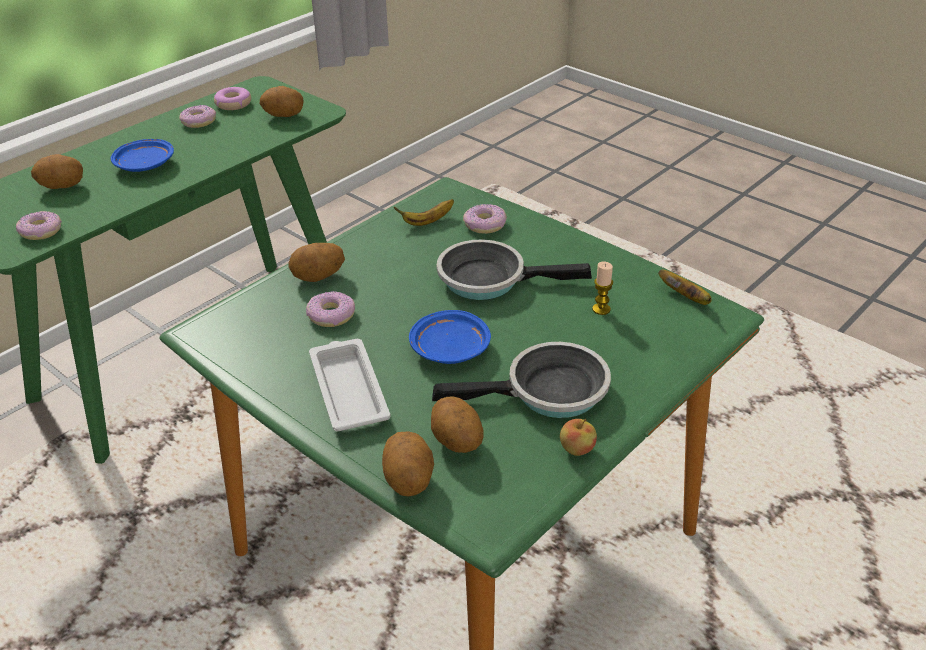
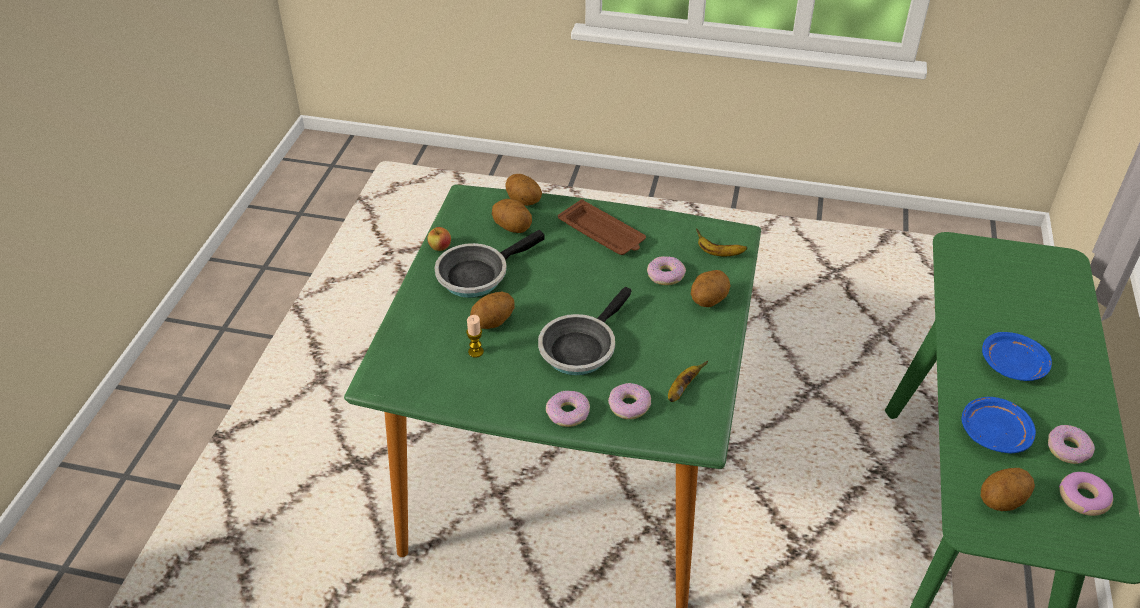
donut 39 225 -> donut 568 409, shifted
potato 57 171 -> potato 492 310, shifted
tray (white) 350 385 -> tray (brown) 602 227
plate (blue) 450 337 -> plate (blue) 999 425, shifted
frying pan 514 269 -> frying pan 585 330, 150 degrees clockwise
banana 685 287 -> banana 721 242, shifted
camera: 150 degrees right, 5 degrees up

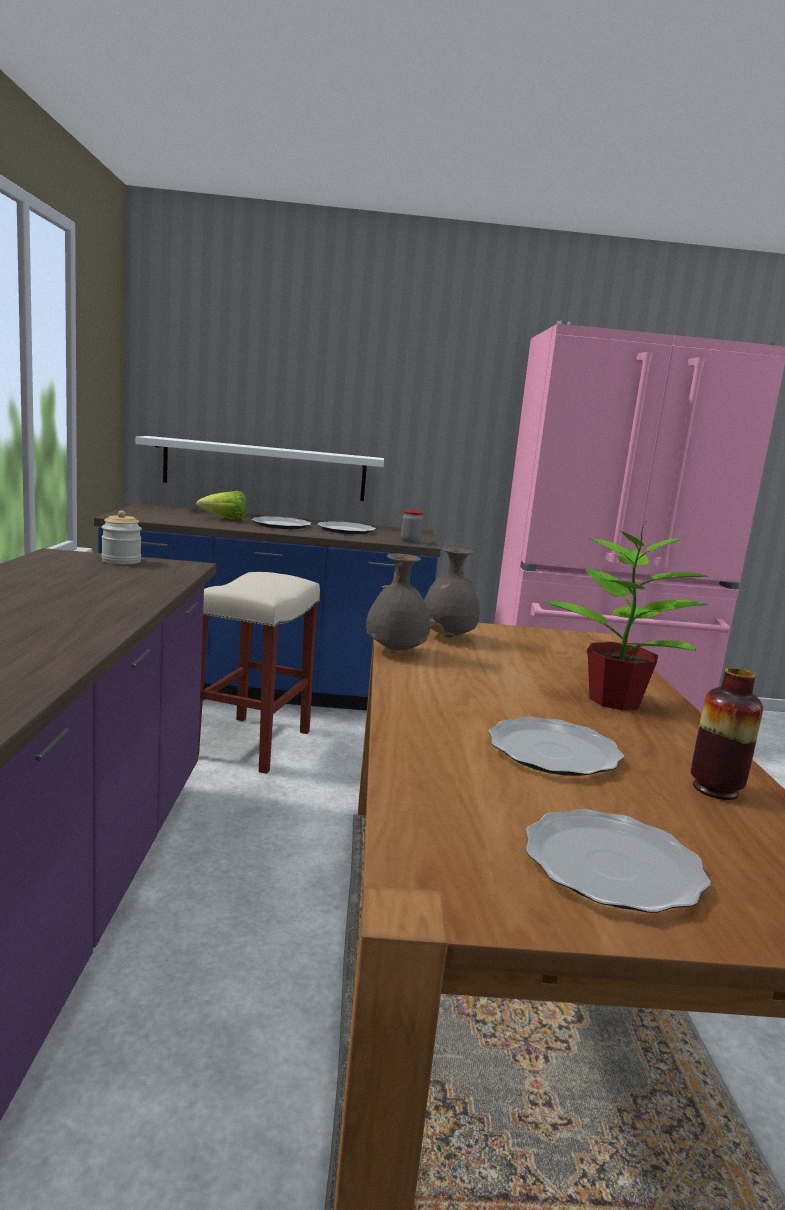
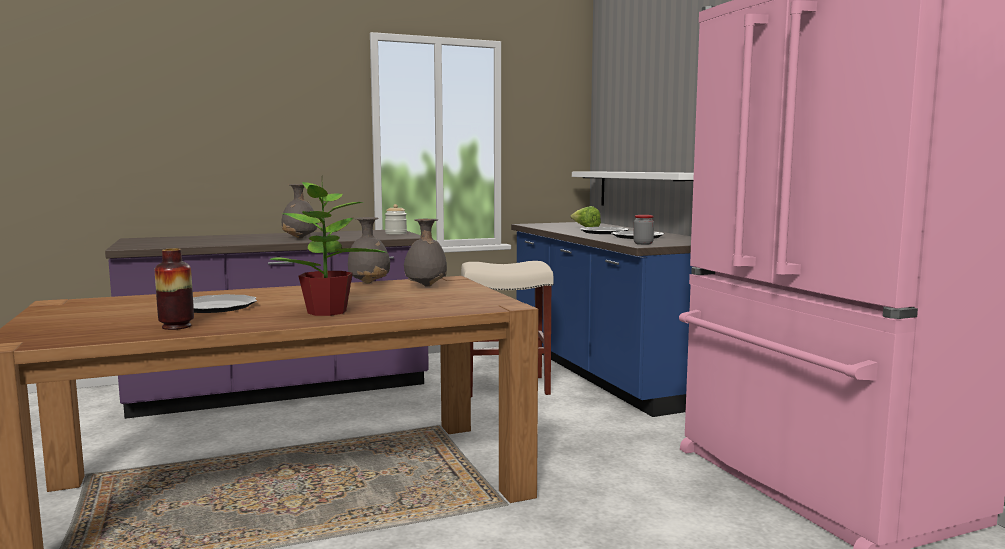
plate 618 861 -> none
none -> vase (grey) 299 211
camera: 70 degrees right, 5 degrees down

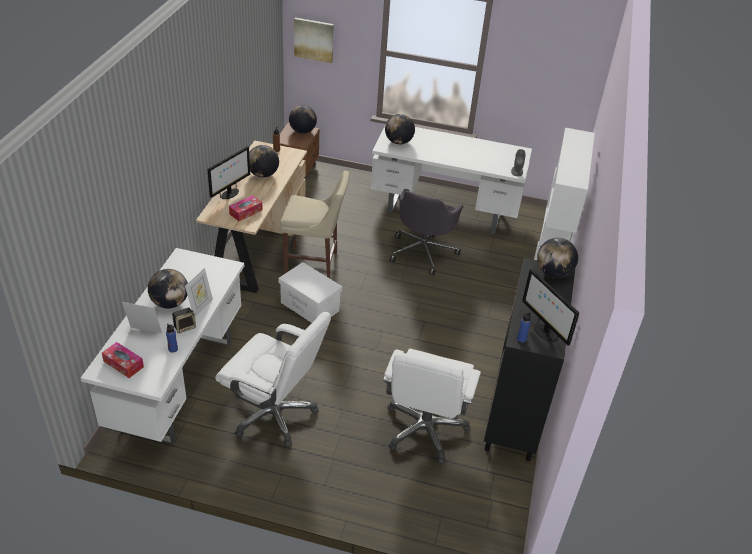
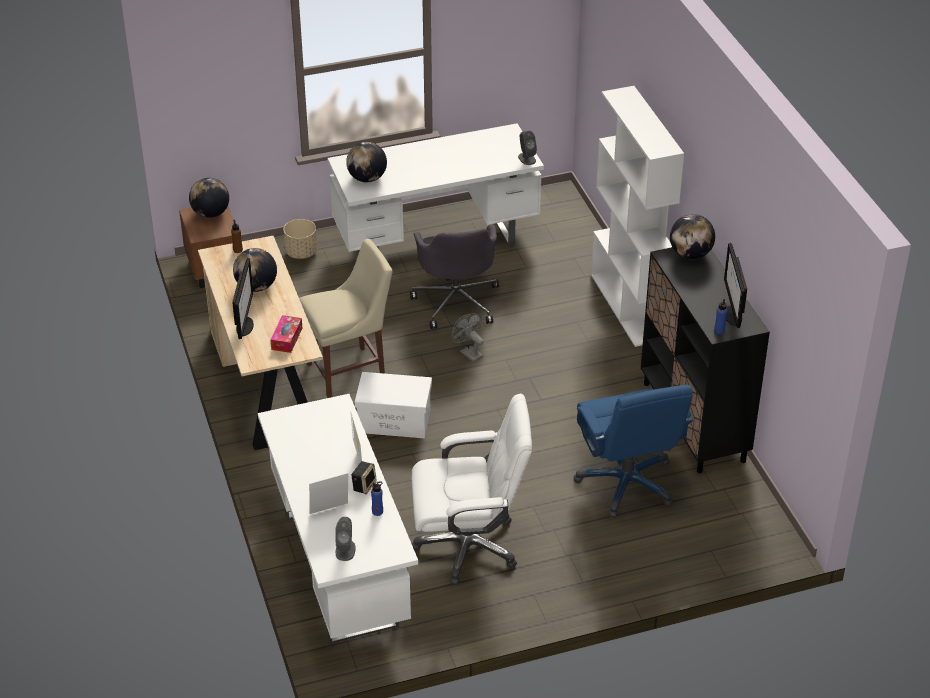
tissue box 123 360 -> speaker (grey) 346 539
globe 168 289 -> none
picture 314 40 -> none
office chair (white) 432 406 -> office chair (blue) 633 451
monitor 550 307 -> monitor 735 285, 60 degrees clockwise
none -> planter (beige) 300 239
none -> fan (grey) 467 337
camera: 30 degrees left, 0 degrees up

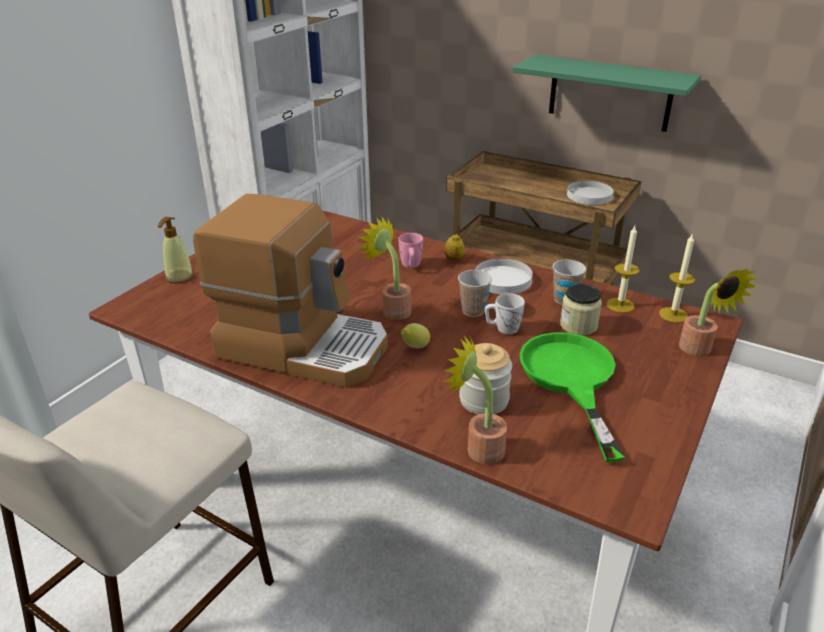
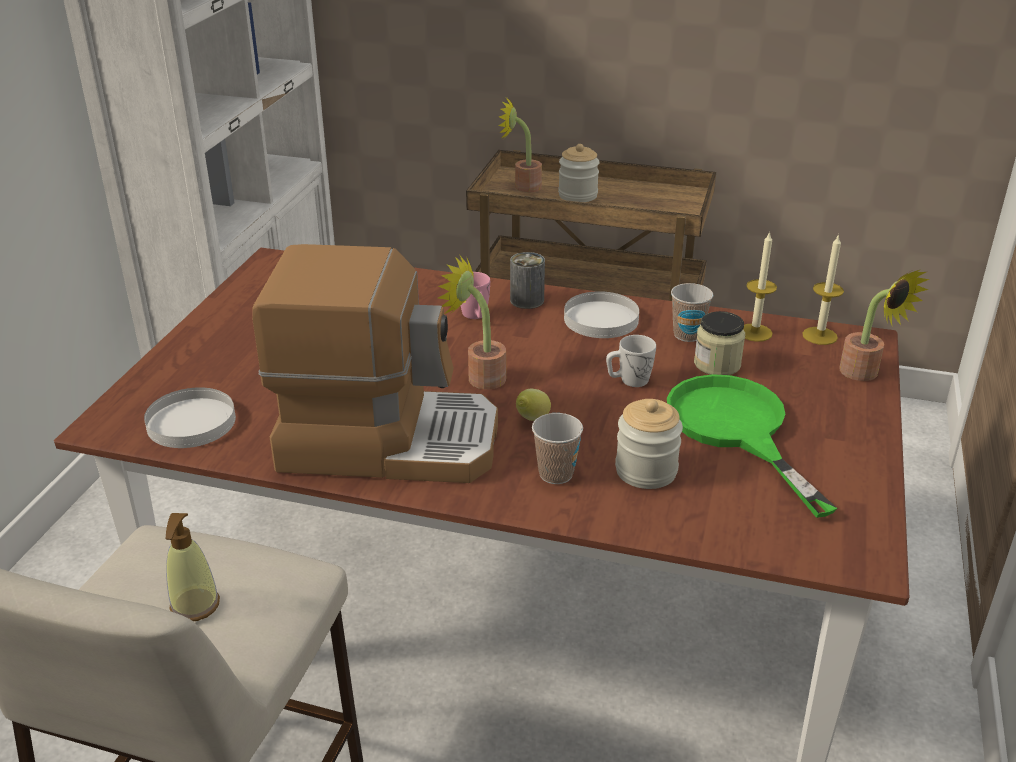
soap dispenser 176 250 -> soap dispenser 193 567, shifted
potted plant 475 400 -> potted plant 520 145, shifted
lemon 454 247 -> can 527 280
cup 475 293 -> cup 557 448, shifted
shelf (green) 606 93 -> none
plate (white) 590 193 -> plate (white) 190 417, shifted
none -> jar 578 173
camera: 15 degrees left, 0 degrees up

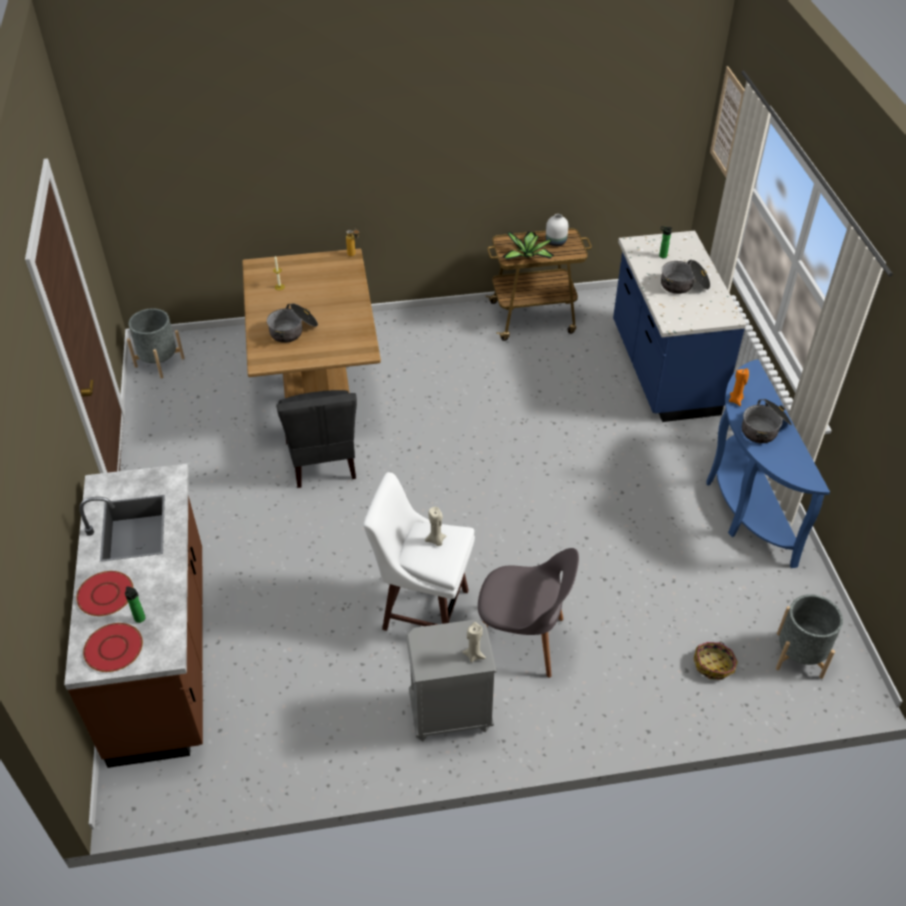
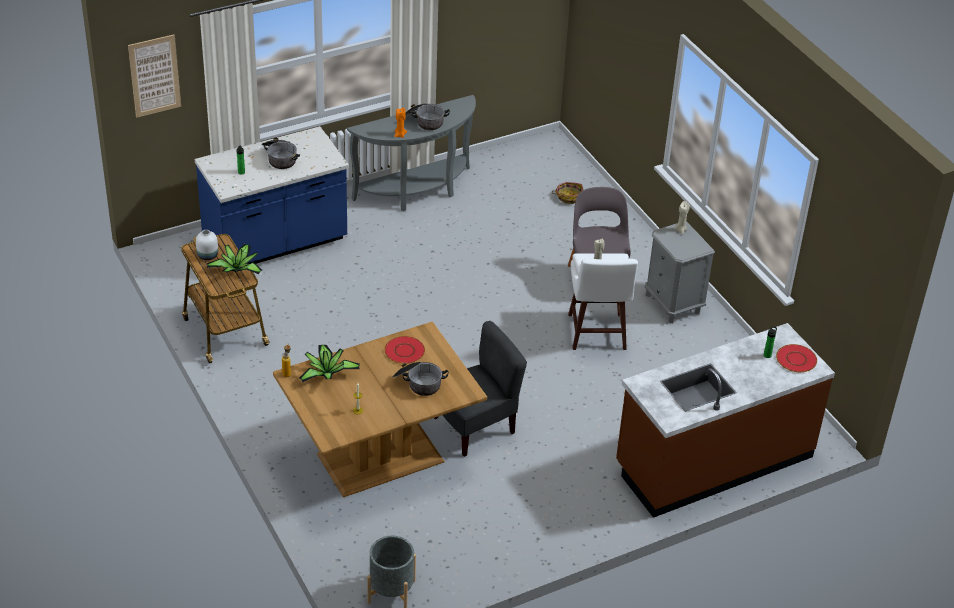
plate (red) 104 593 -> plate (red) 404 350, shifted
console table (blue) 768 463 -> console table (grey) 411 153
planter (grey) 809 636 -> none
none -> potted plant 329 363
camera: 110 degrees left, 5 degrees down

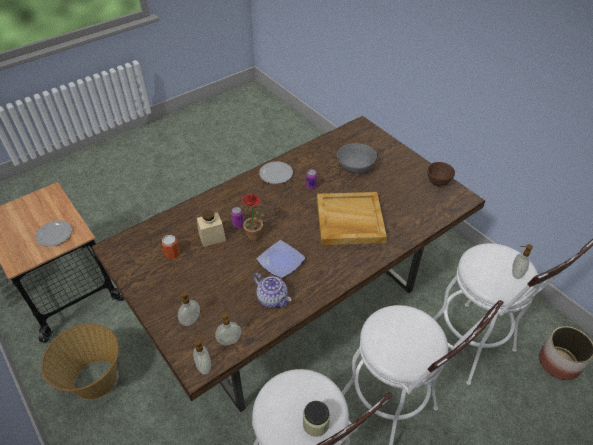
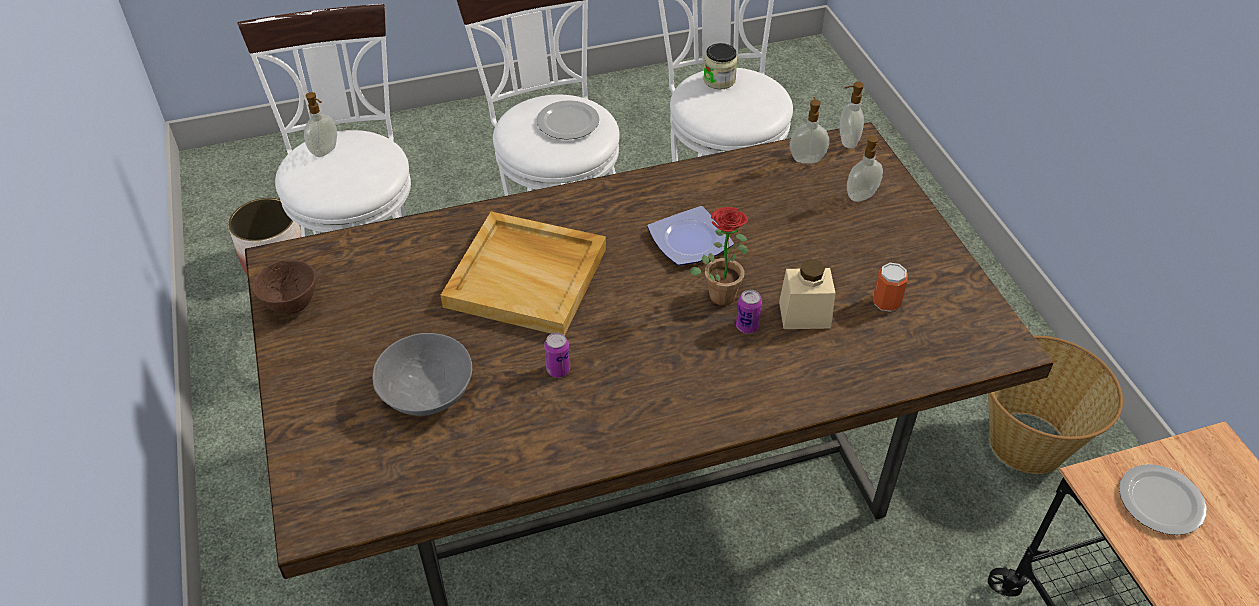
teapot 272 290 -> none
plate 276 172 -> plate 568 120, shifted
camera: 160 degrees left, 0 degrees up

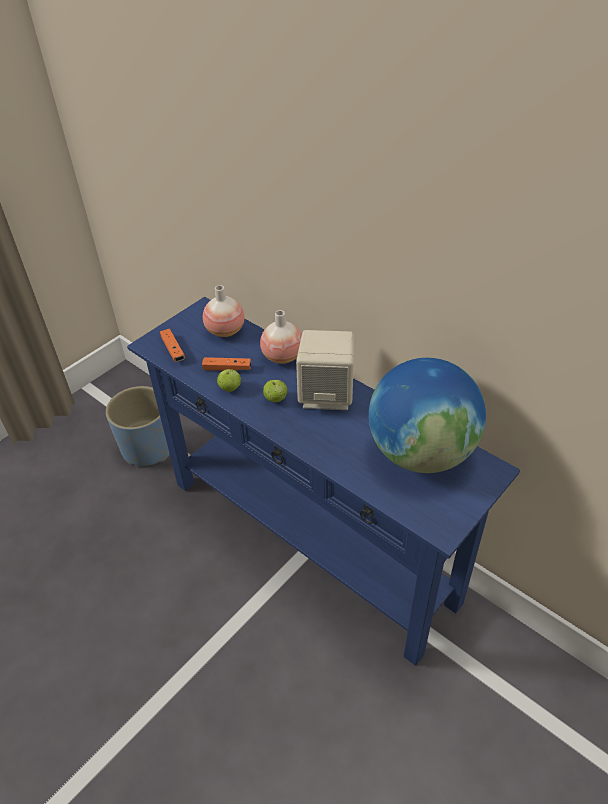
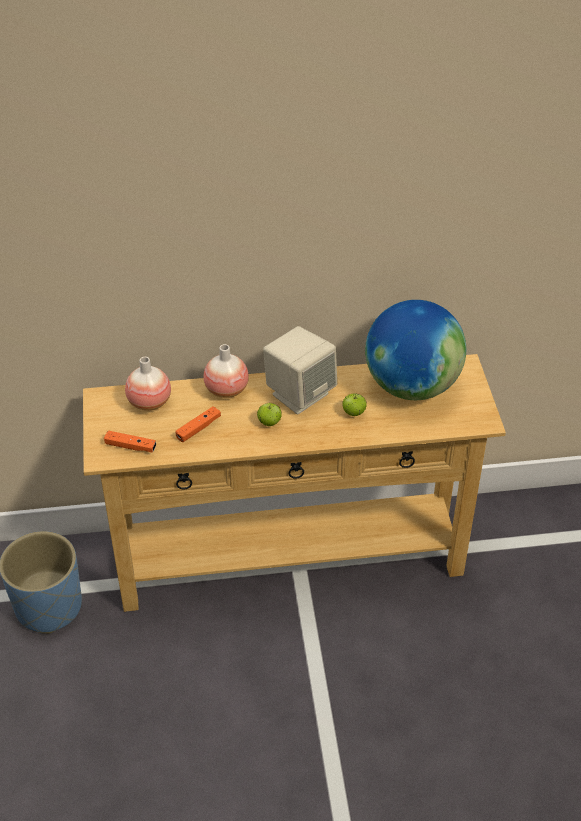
console table (blue) 323 481 -> console table (beige) 294 483
apple 229 380 -> apple 354 405, shifted
camera: 50 degrees left, 0 degrees up

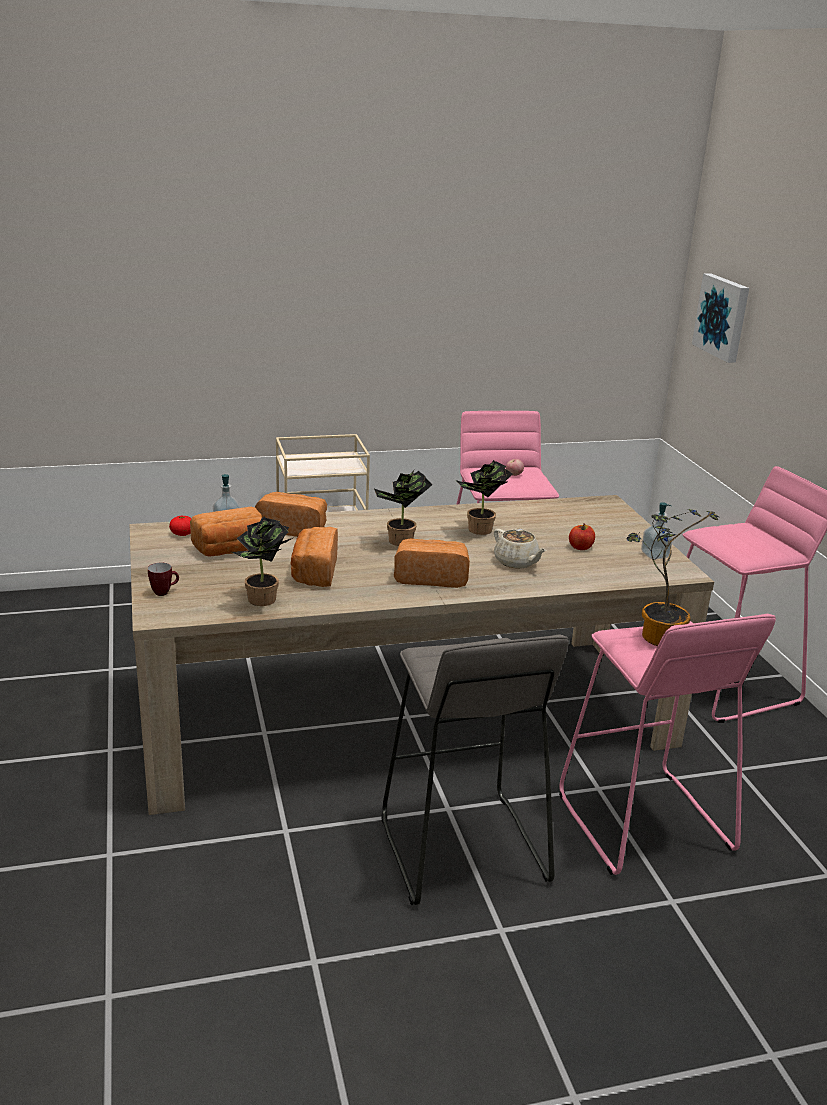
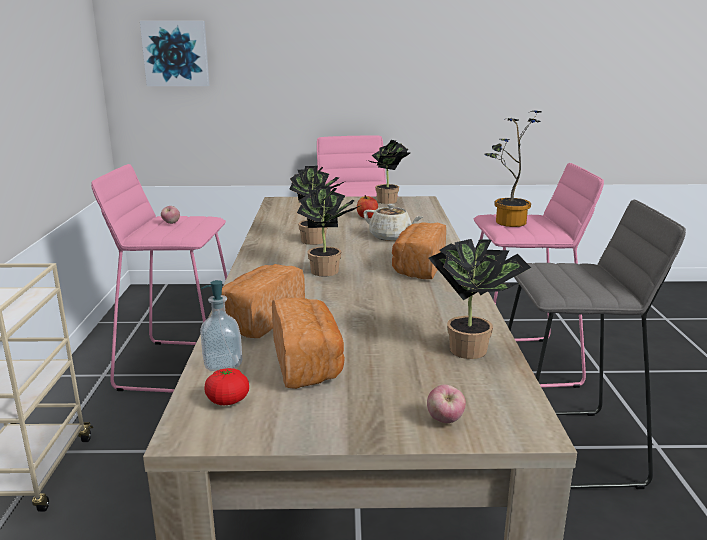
mug 163 579 -> apple 446 403
bread 314 557 -> none
teapot (beige) 520 548 -> teapot (beige) 393 222, 60 degrees clockwise
soap dispenser 657 530 -> potted plant 388 172
camera: 75 degrees left, 5 degrees down

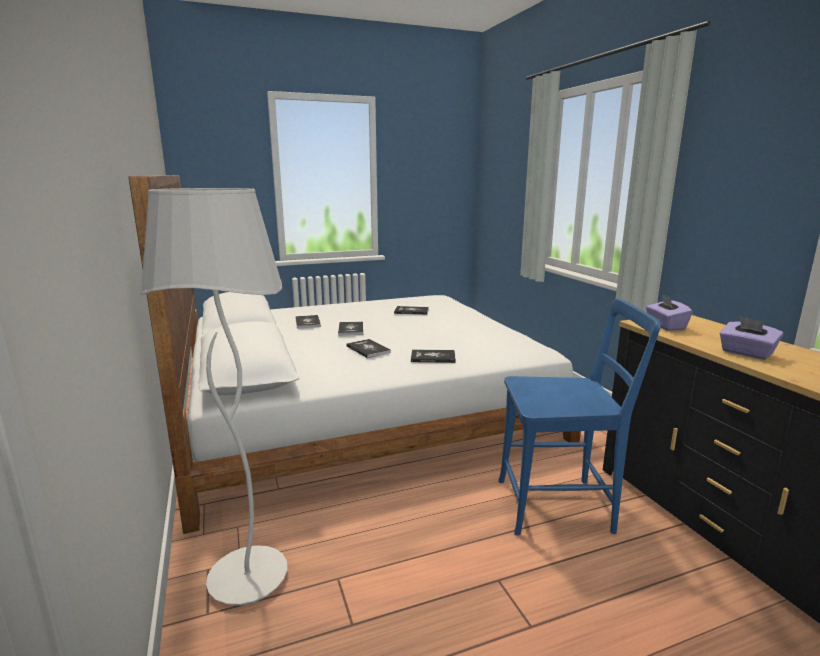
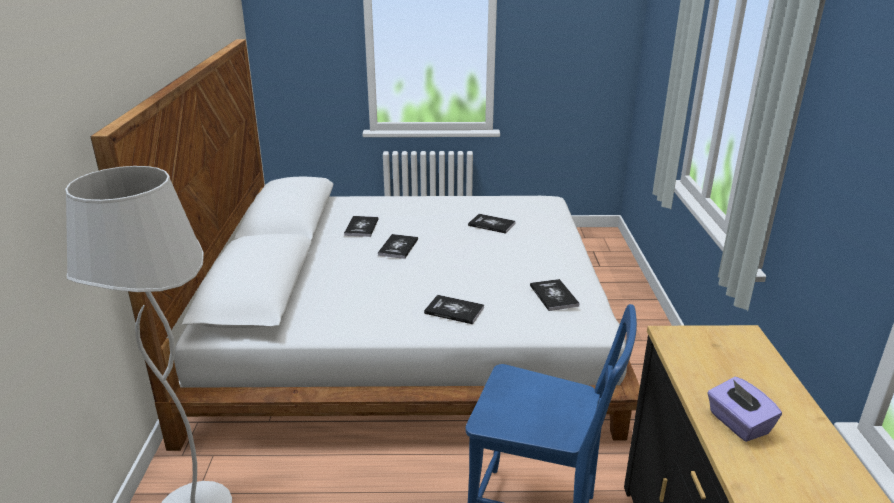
book 368 348 -> book 555 295, shifted
tissue box (purple) 669 312 -> none
camera: 20 degrees right, 10 degrees up

